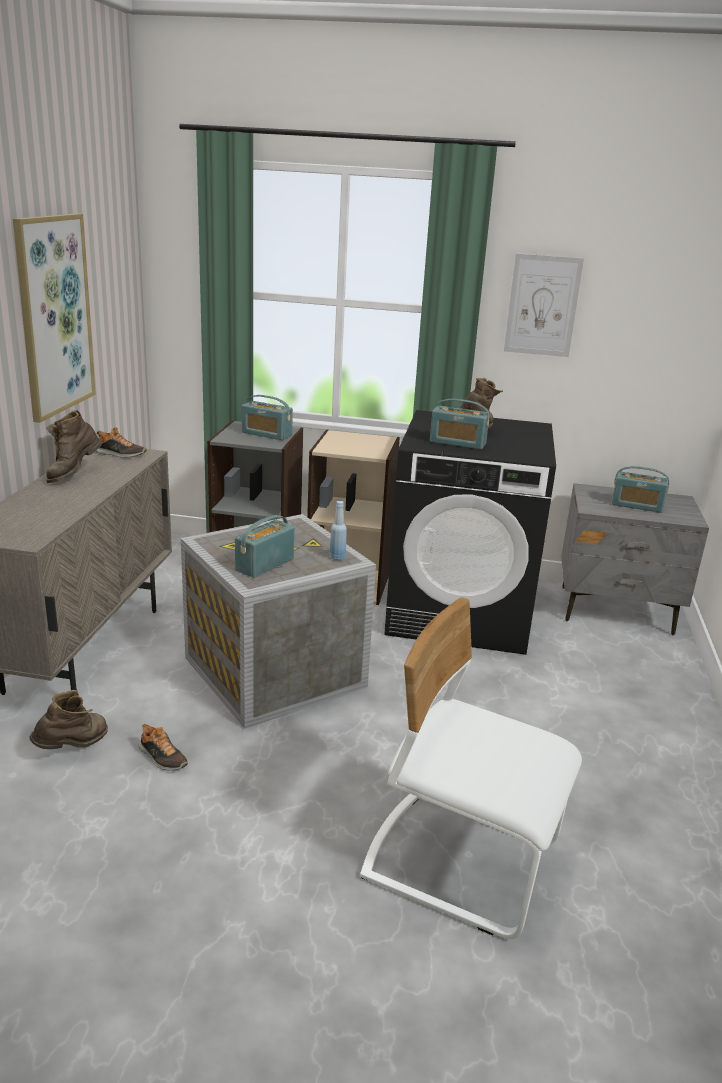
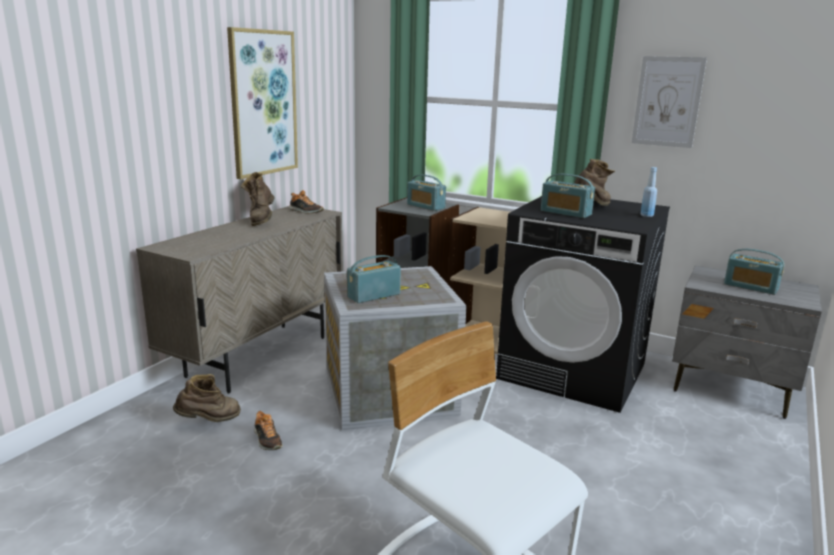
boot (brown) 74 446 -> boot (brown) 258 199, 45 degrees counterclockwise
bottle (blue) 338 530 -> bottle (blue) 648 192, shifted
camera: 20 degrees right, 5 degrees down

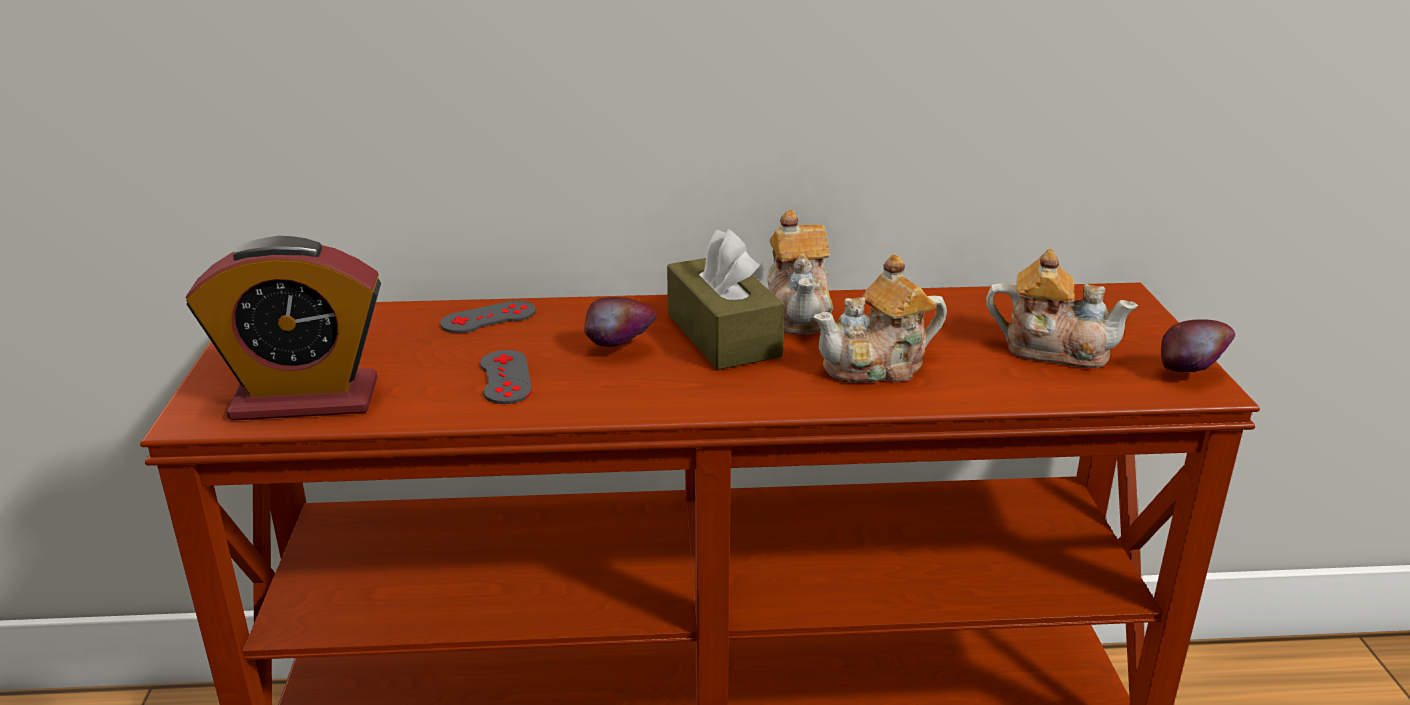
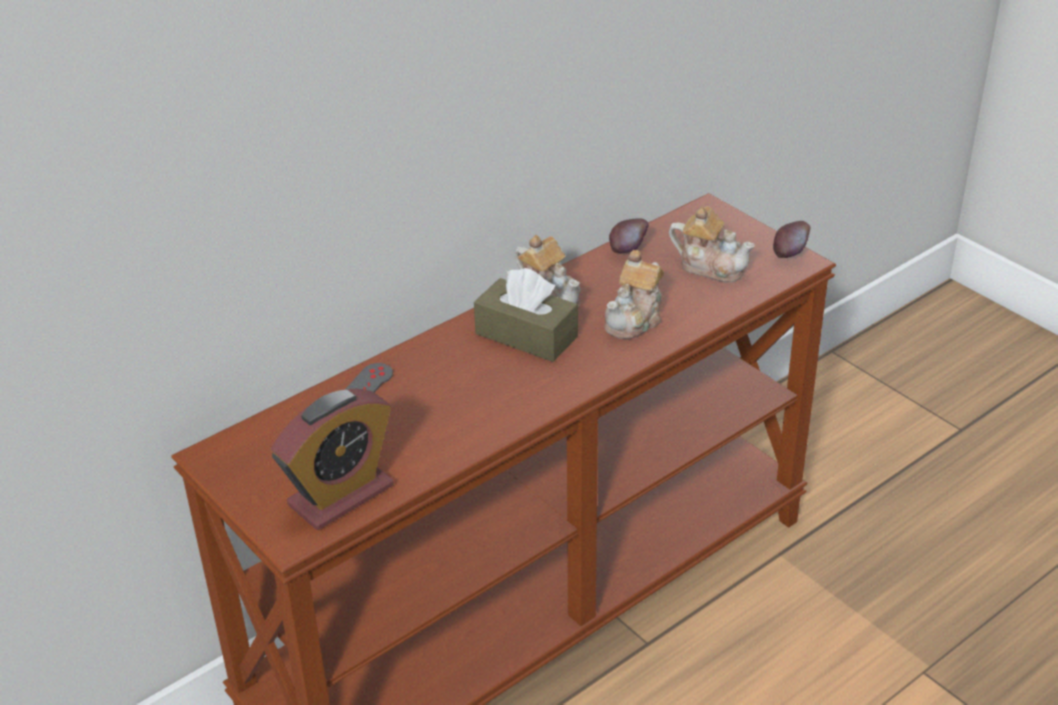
game controller (grey) 506 377 -> none
apple 620 322 -> apple 629 236, shifted
teapot 1062 308 -> teapot 712 244, 45 degrees clockwise
camera: 35 degrees left, 10 degrees up

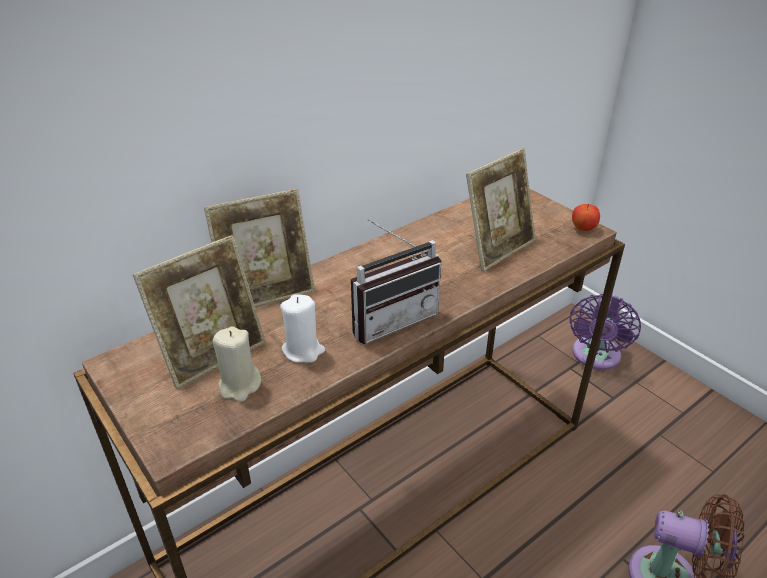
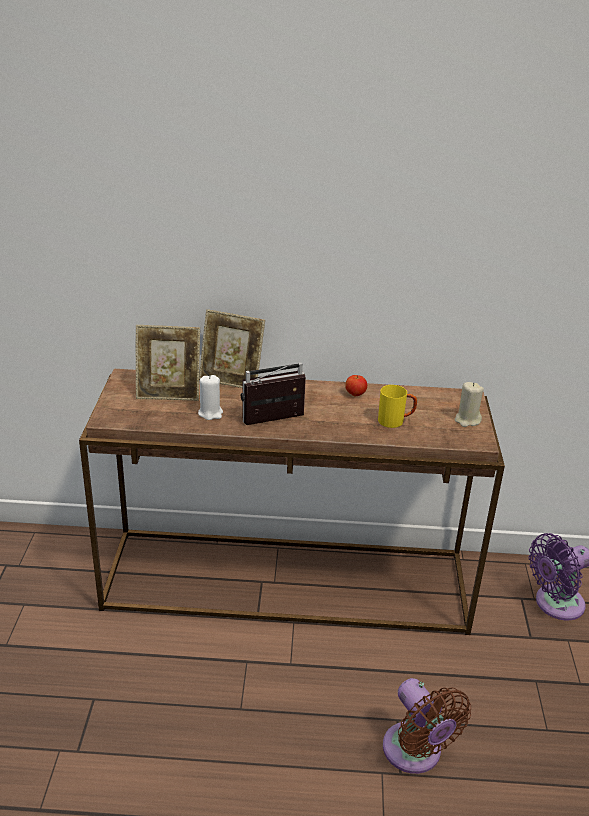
candle (beige) 237 364 -> candle (beige) 469 404, shifted
radio 396 281 -> radio 273 394, 150 degrees clockwise
picture frame 501 209 -> mug (yellow) 397 406
apple 586 217 -> apple 356 386, shifted
camera: 40 degrees right, 5 degrees down

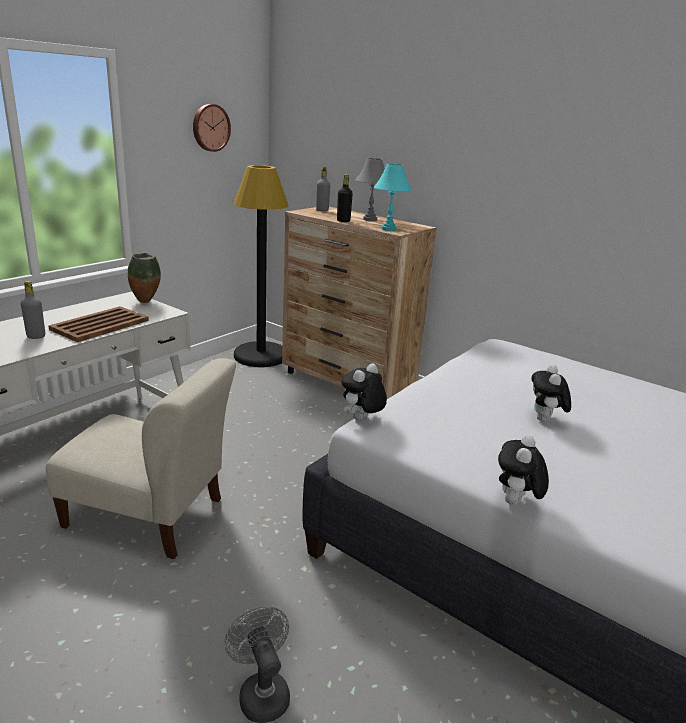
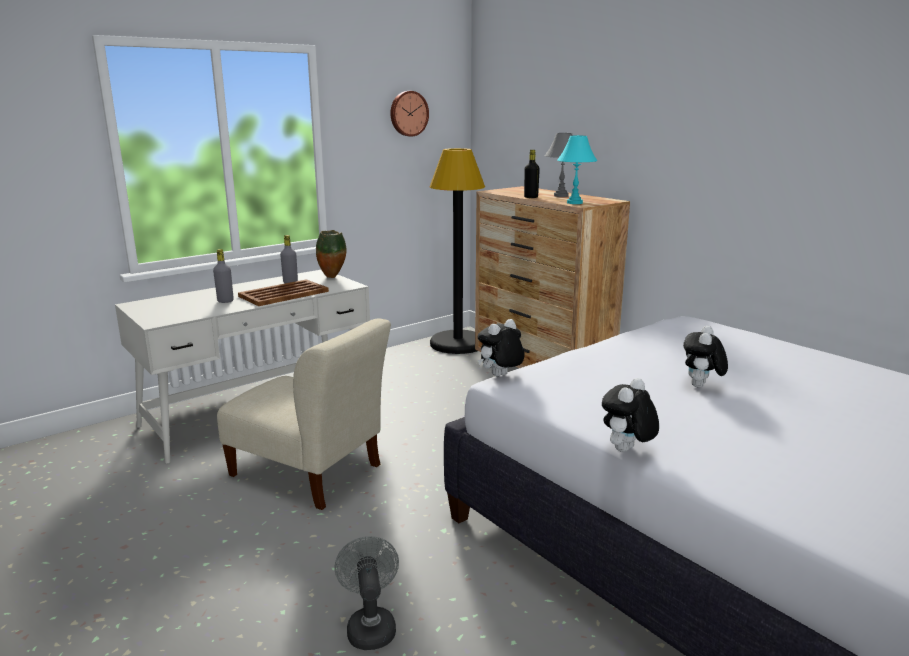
bottle (grey) 323 189 -> bottle (grey) 289 259, shifted
camera: 15 degrees right, 5 degrees down

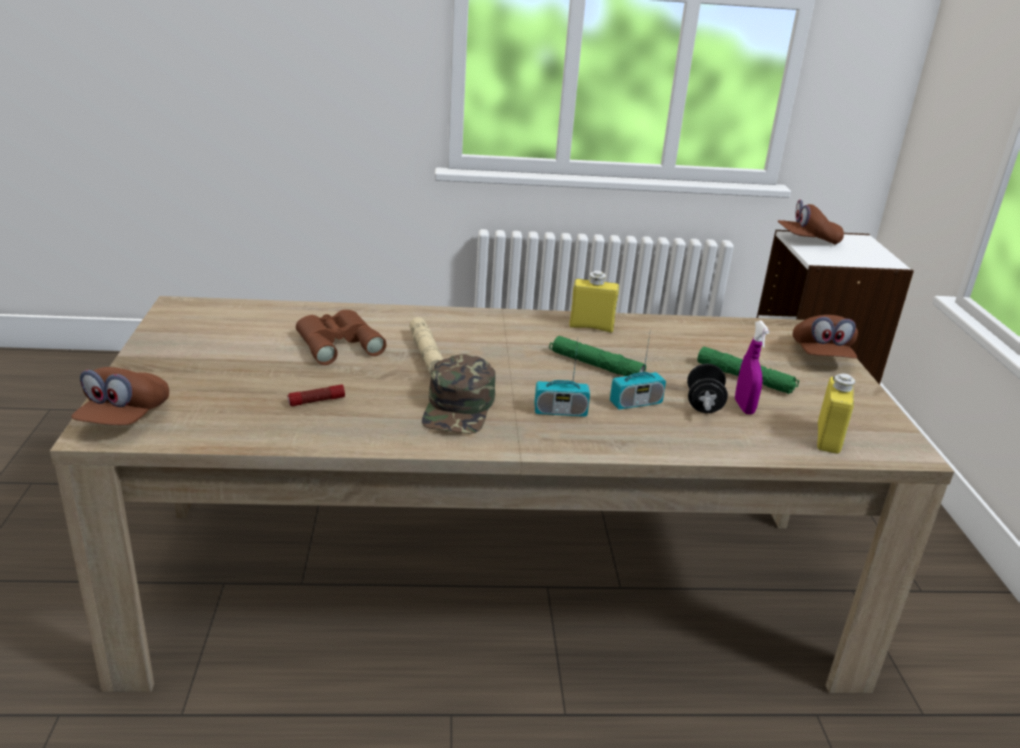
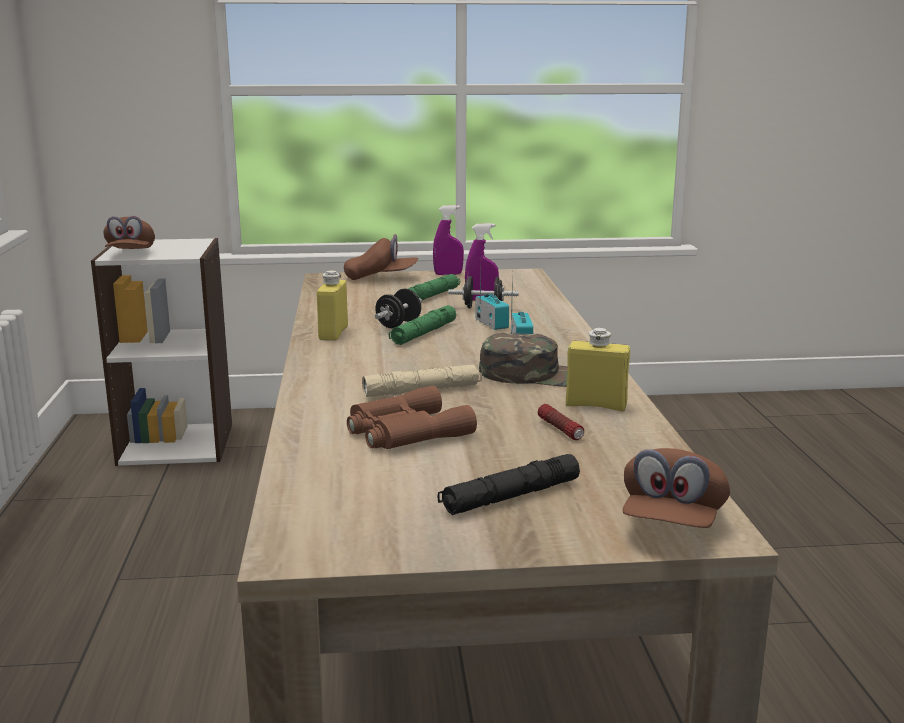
cap (brown) 120 396 -> cap (brown) 676 488, 105 degrees clockwise
bottle (yellow) 836 413 -> bottle (yellow) 598 370, shifted
none -> dumbbell (black) 398 308
none -> spray bottle (purple) 448 240
none -> flashlight (black) 508 484
camera: 90 degrees left, 10 degrees down

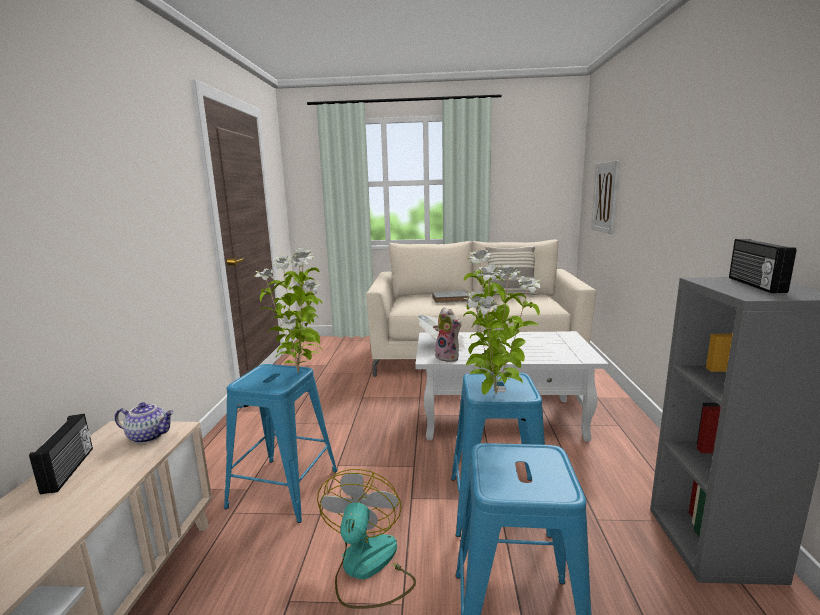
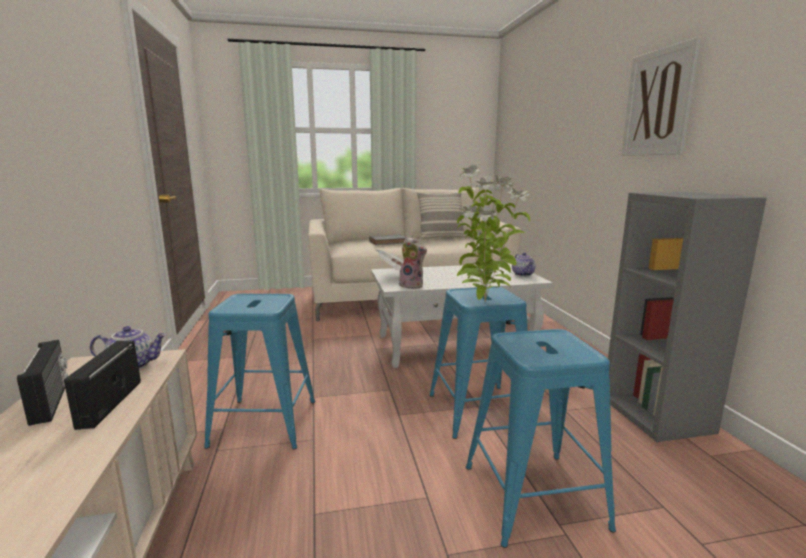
potted plant 288 310 -> none
fan 366 539 -> none
picture 605 197 -> picture 661 96, shifted
radio 763 266 -> radio 102 385, shifted
none -> teapot 523 264
camera: 15 degrees left, 0 degrees up

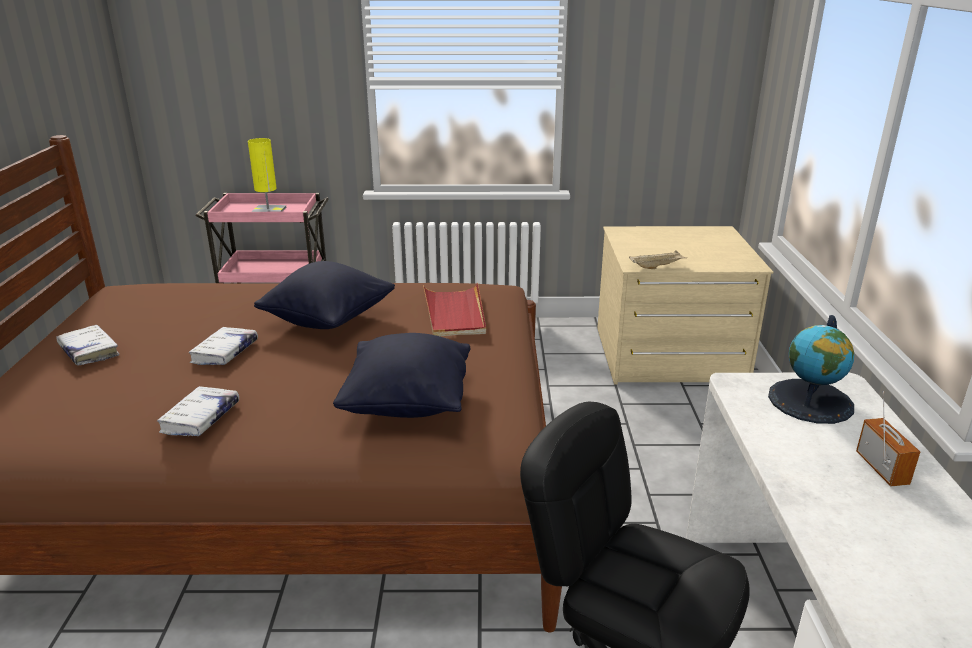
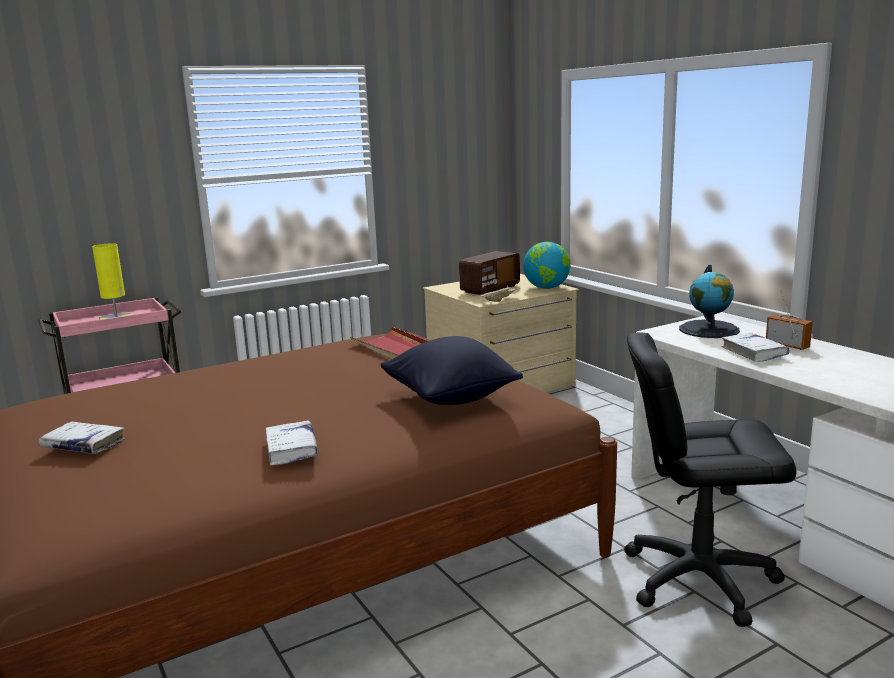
book (white) 223 346 -> book (white) 755 347, shifted
pillow (black) 324 295 -> none
none -> radio 489 273
none -> globe 547 265
camera: 30 degrees left, 10 degrees down

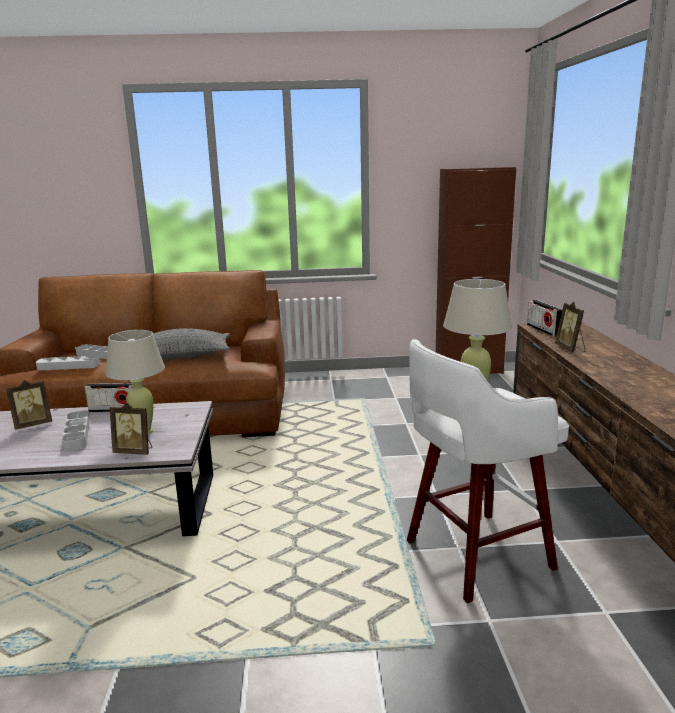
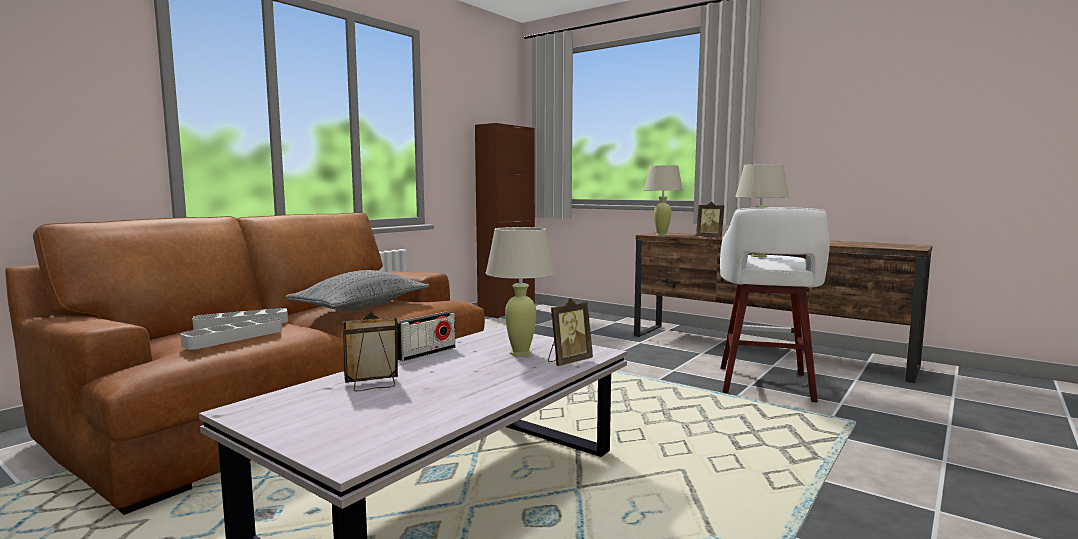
picture frame 29 405 -> picture frame 370 351, 120 degrees counterclockwise
tray (grey) 75 430 -> none
radio 545 318 -> table lamp (beige) 663 200
camera: 50 degrees left, 10 degrees down

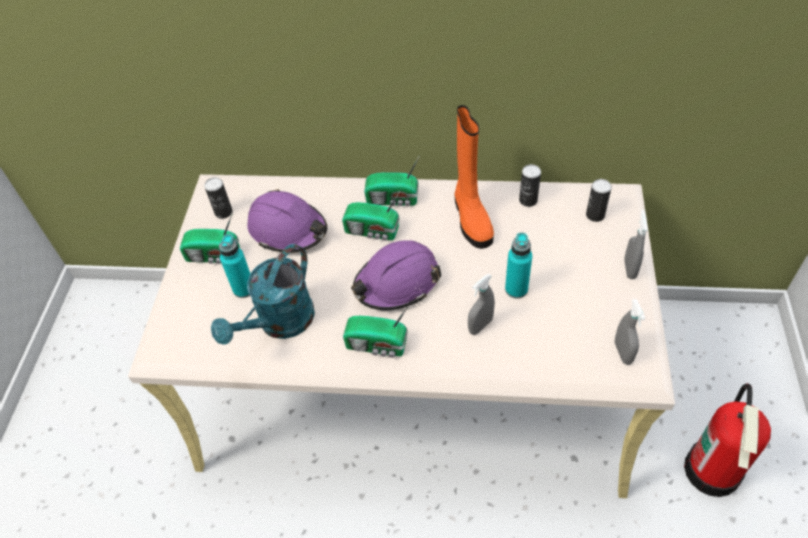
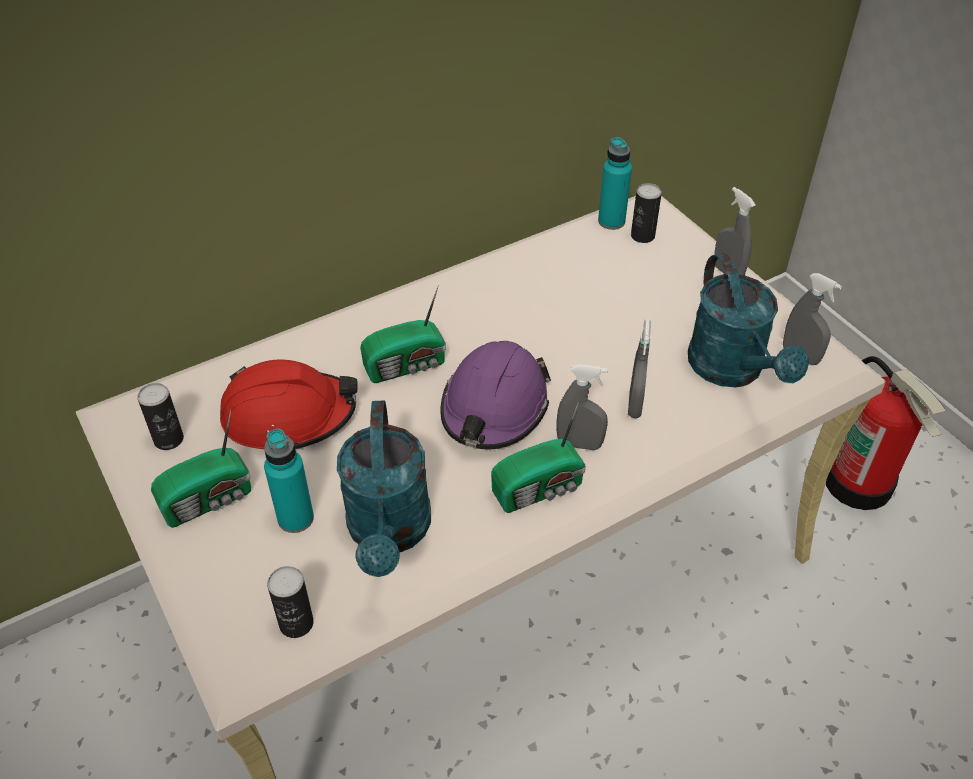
hard hat (purple) 287 221 -> hard hat (red) 289 404
radio 392 180 -> none
boot (orange) 474 177 -> none
bottle (turquoise) 518 266 -> bottle (turquoise) 615 183, shifted
can 530 185 -> can 290 602, shifted
none -> spray bottle (grey) 582 407
none -> watering can (turquoise) 748 320
camera: 40 degrees left, 5 degrees down

